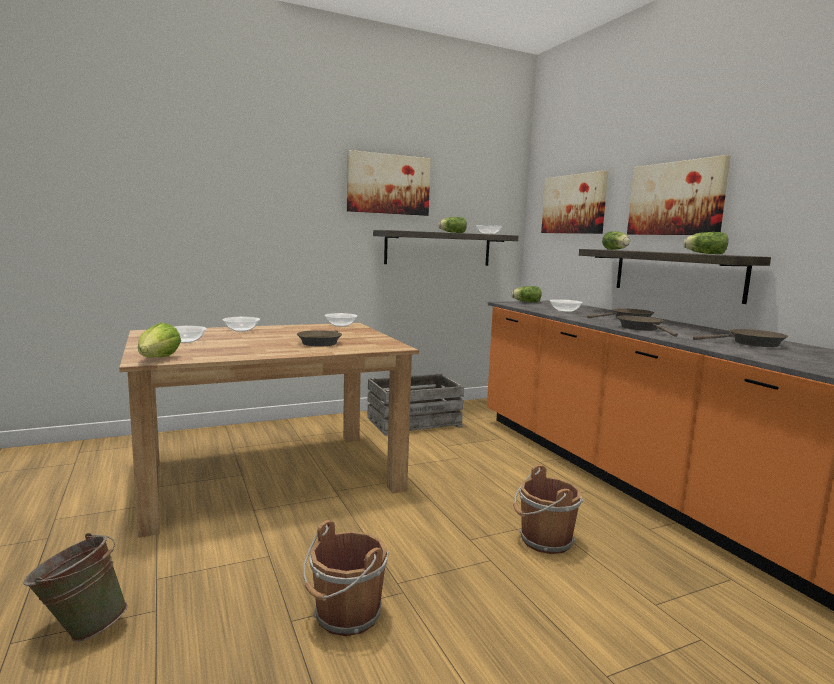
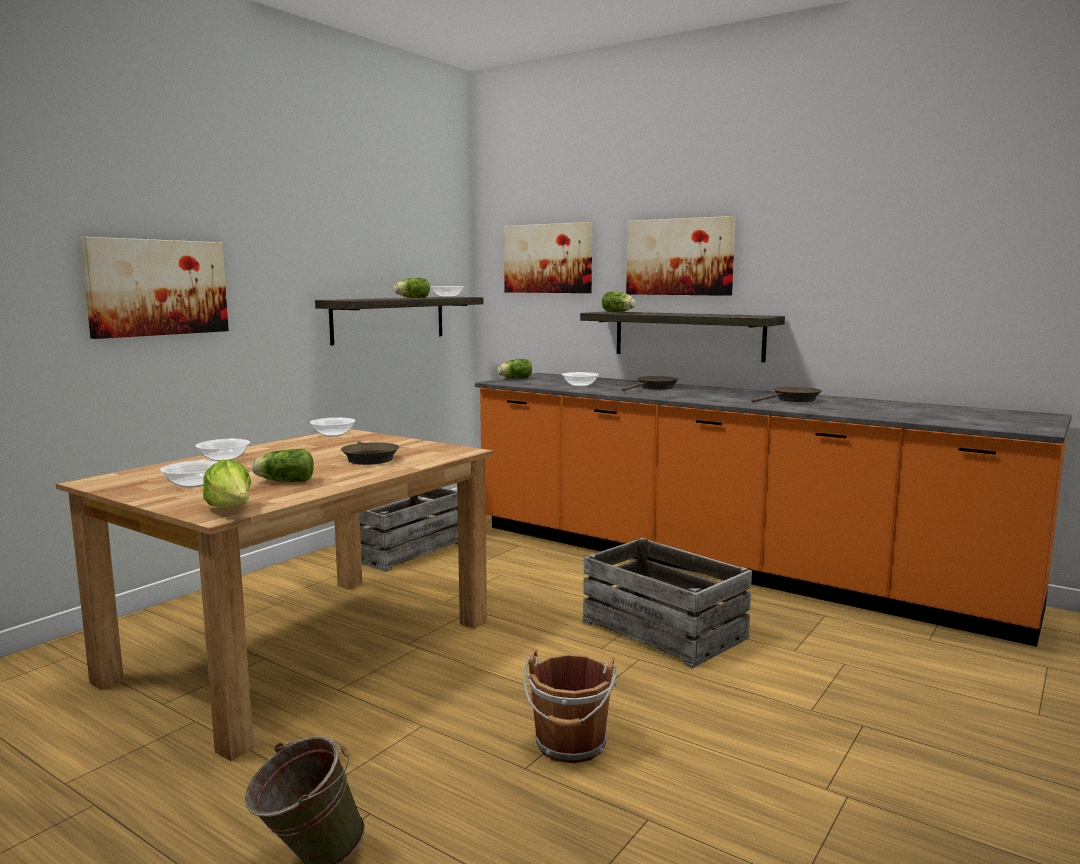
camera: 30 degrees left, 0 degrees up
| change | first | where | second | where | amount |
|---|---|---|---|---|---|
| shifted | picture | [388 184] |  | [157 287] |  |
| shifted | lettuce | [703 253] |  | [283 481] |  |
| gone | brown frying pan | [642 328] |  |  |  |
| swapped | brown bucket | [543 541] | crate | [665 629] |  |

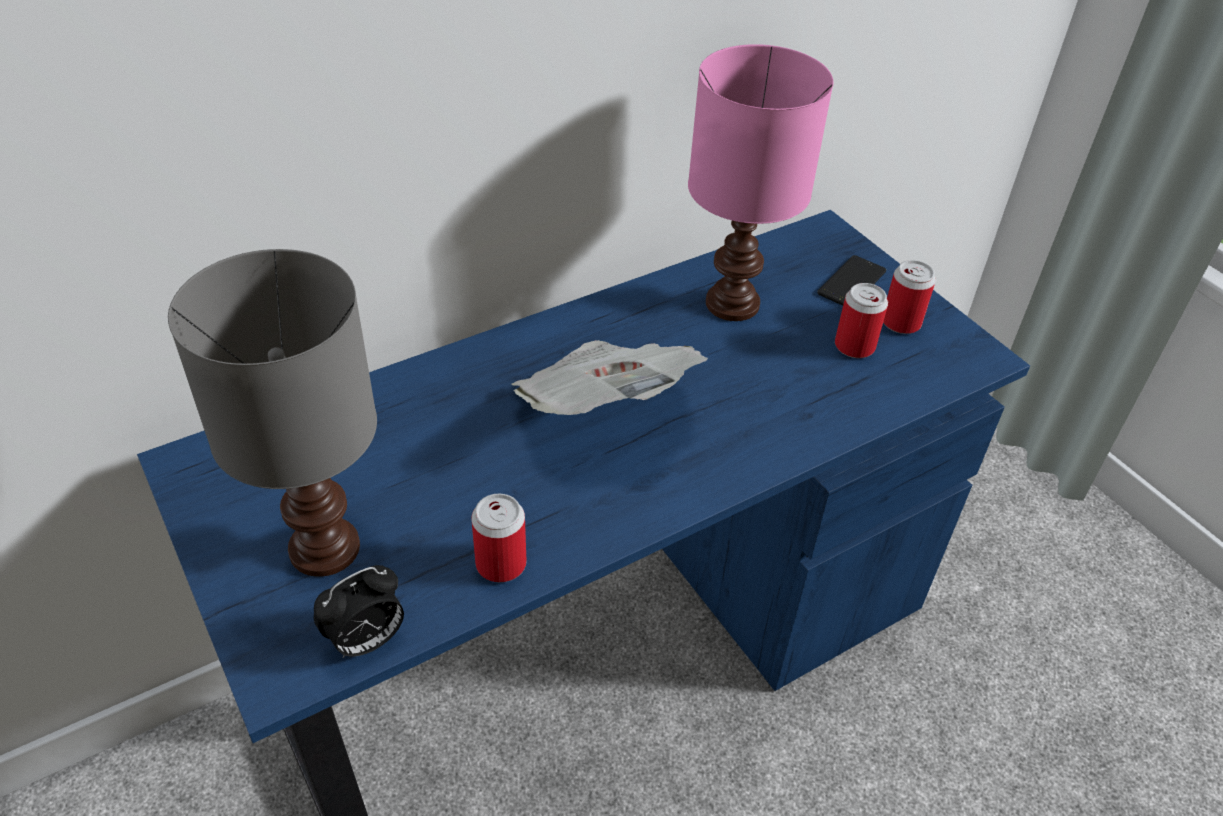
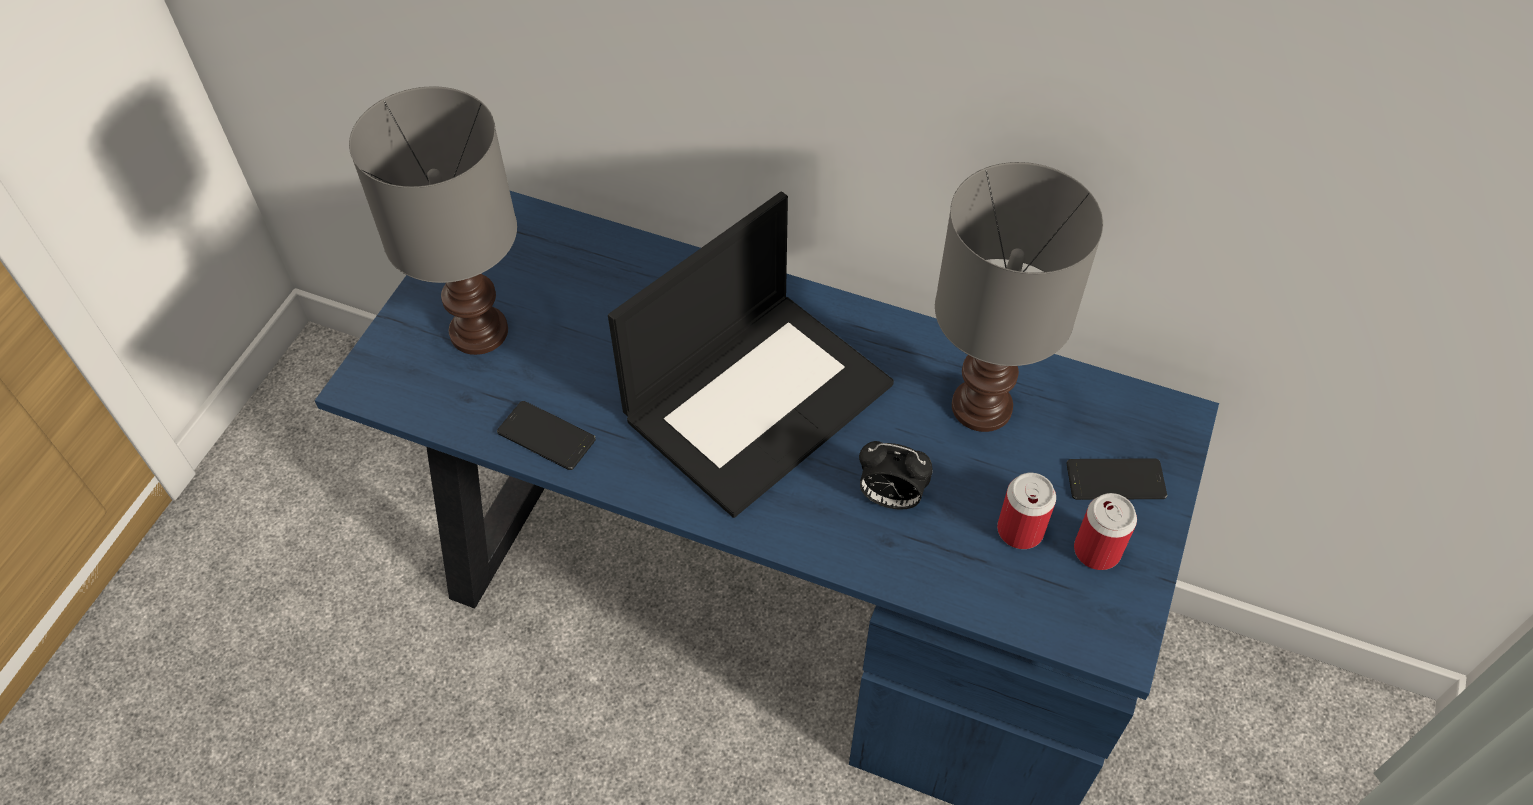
camera: 55 degrees right, 10 degrees up
| change | first | where | second | where | amount |
|---|---|---|---|---|---|
| repainted | pink table lamp | [730 303] | grey table lamp | [981 404] |  |
| swapped | newspaper | [604 409] | laptop | [758 398] |  |
| swapped | can | [501 564] | phone | [546 436] |  |
| shifted | alarm clock | [366 641] |  | [890 497] |  |

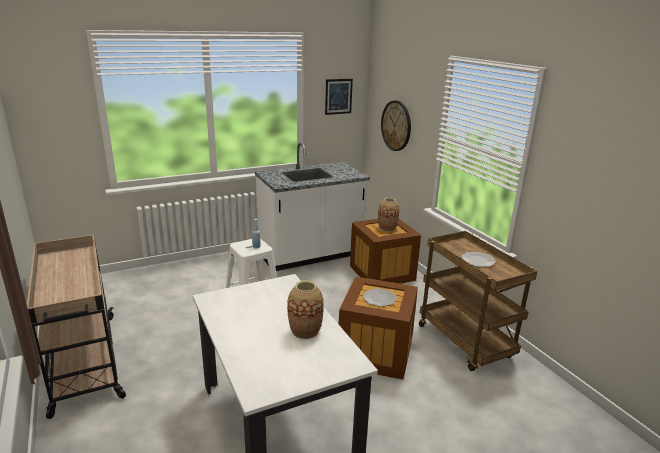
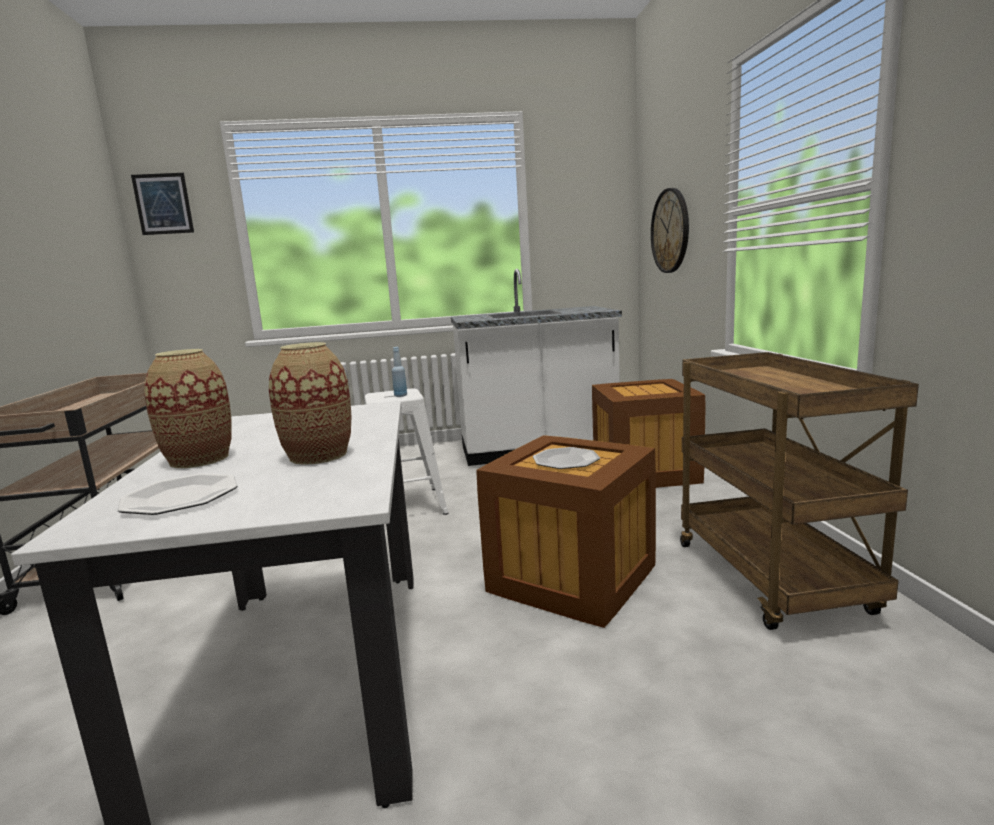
camera: 20 degrees right, 10 degrees down
| change | first | where | second | where | amount |
|---|---|---|---|---|---|
| shifted | picture | [338 96] |  | [163 204] |  |
| shifted | vase | [387 228] |  | [199 459] |  |
| shifted | plate | [478 260] |  | [180 497] |  |

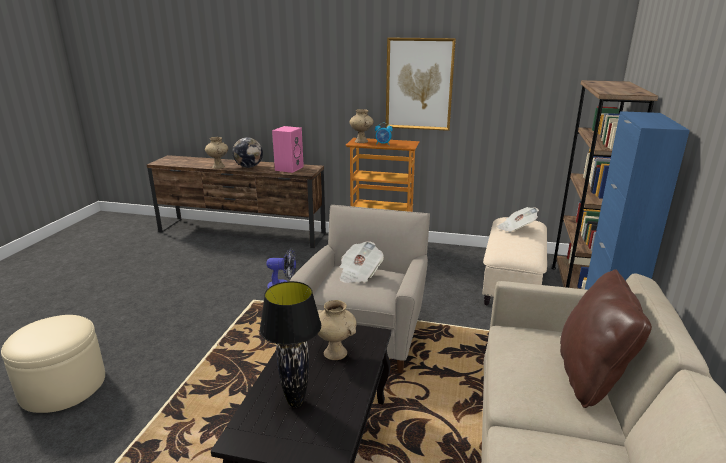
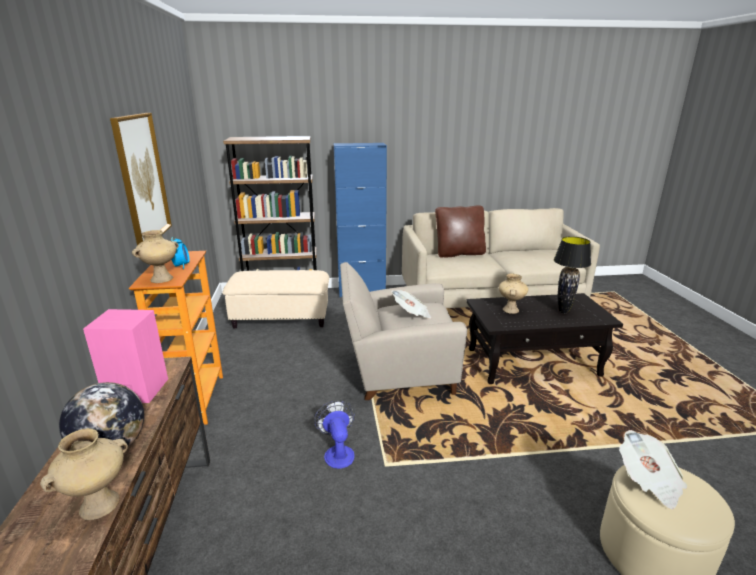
camera: 110 degrees left, 0 degrees up
| change | first | where | second | where | amount |
|---|---|---|---|---|---|
| shifted | newspaper | [516 228] |  | [649 481] |  |

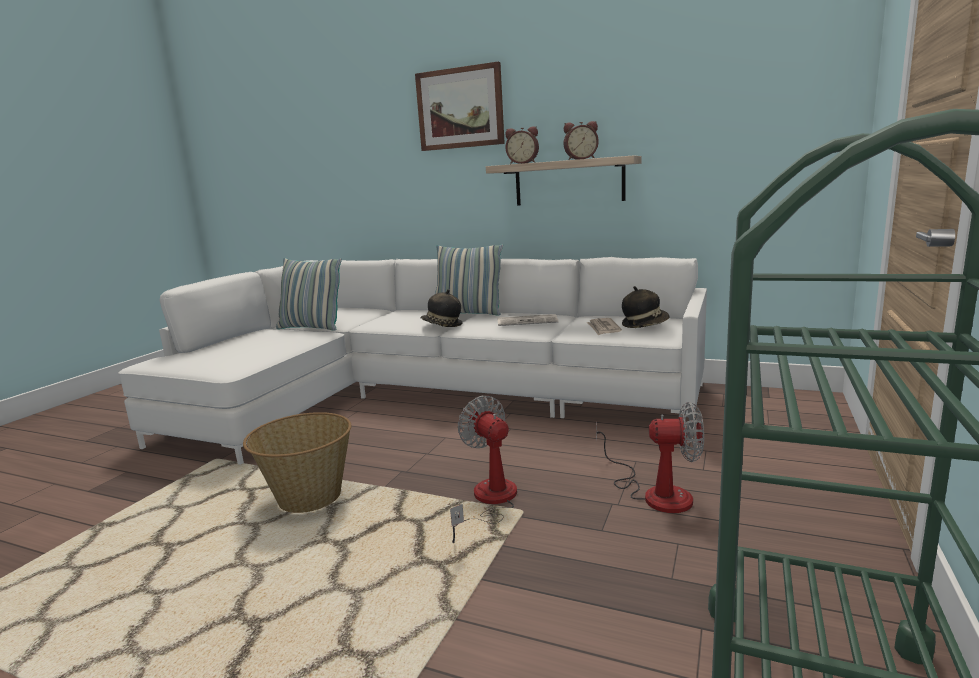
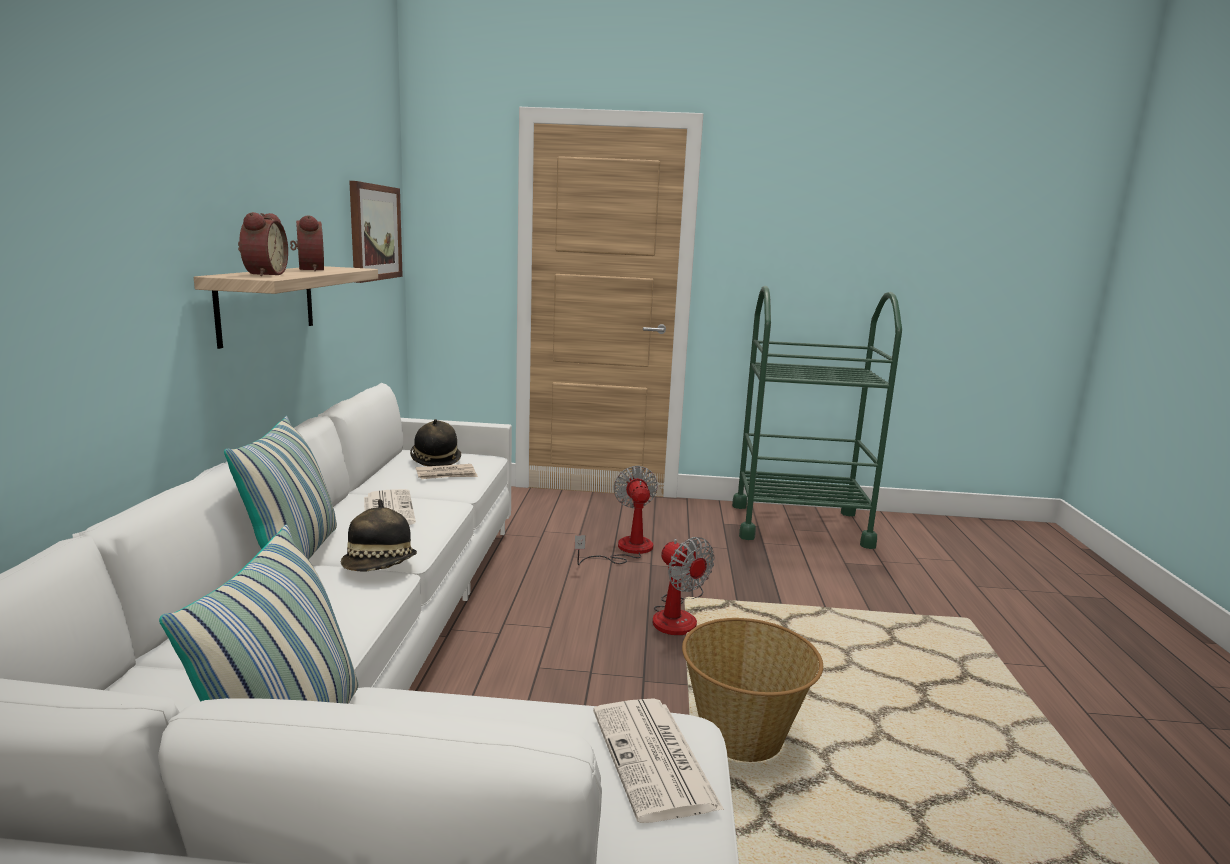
camera: 110 degrees left, 0 degrees up
| change | first | where | second | where | amount |
|---|---|---|---|---|---|
| shifted | picture | [460 108] |  | [375 232] |  |
| rotated | fan | [489 501] |  | [678 615] | 75 degrees counterclockwise |
| new |  |  | newspaper | [655 759] |  |

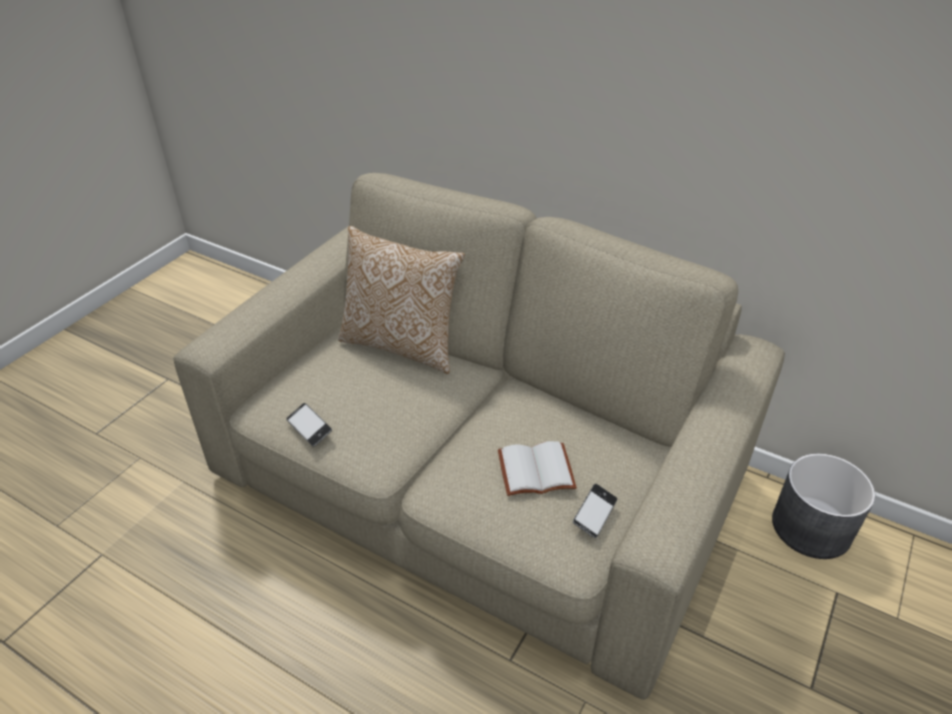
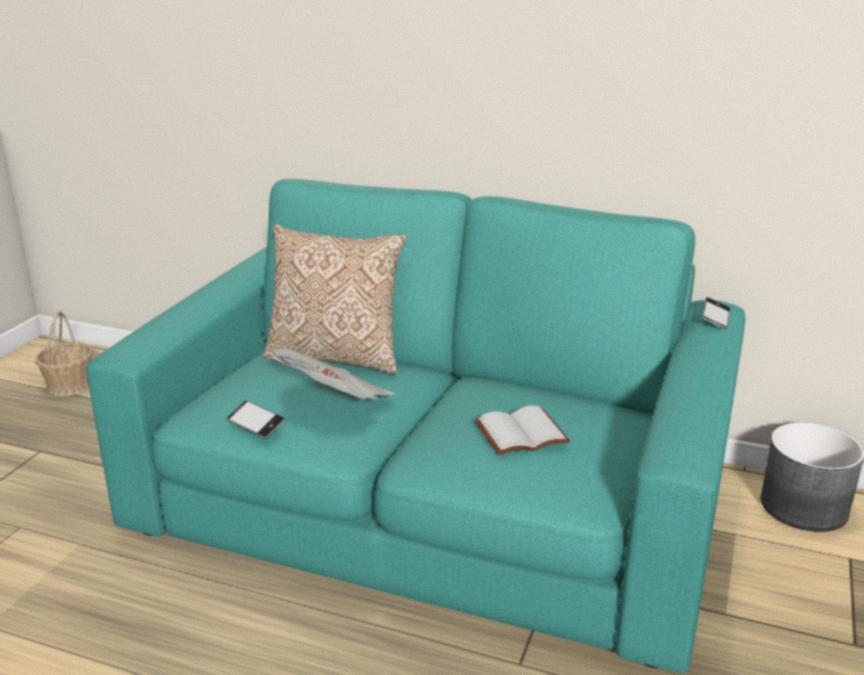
camera: 10 degrees left, 15 degrees down
| change | first | where | second | where | amount |
|---|---|---|---|---|---|
| repainted | beige sofa | [477 478] | turquoise sofa | [433 503] |  |
| shifted | phone | [594 513] |  | [715 318] |  |
| new |  |  | basket | [70 385] |  |
| new |  |  | newspaper | [335 403] |  |

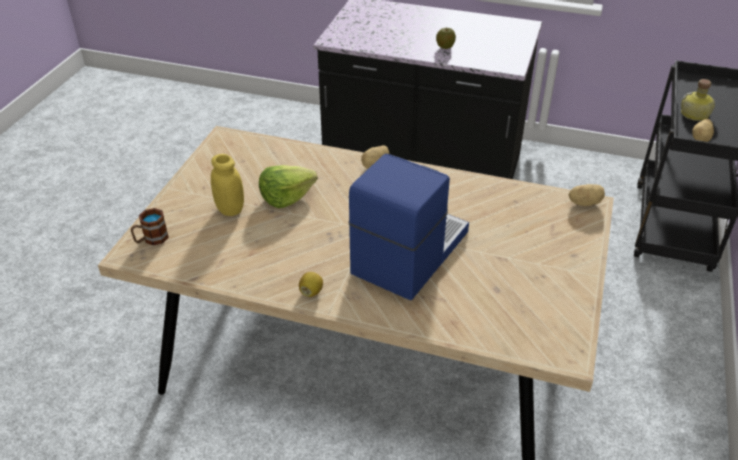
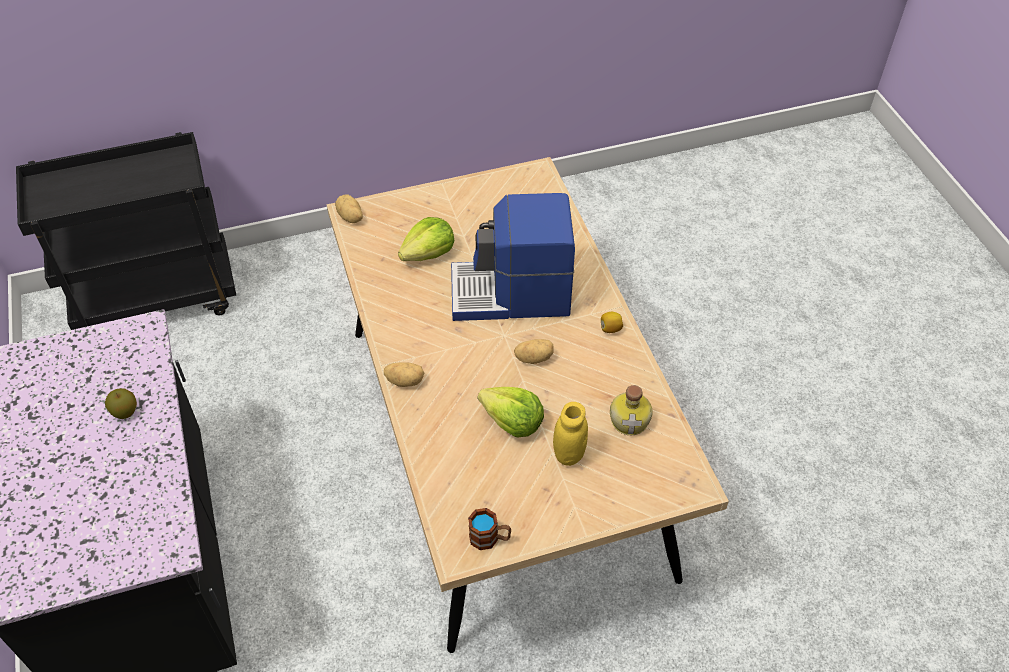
camera: 125 degrees left, 10 degrees up
| change | first | where | second | where | amount |
|---|---|---|---|---|---|
| shifted | bottle | [694 115] |  | [630 420] |  |
| shifted | potato | [701 139] |  | [534 357] |  |
| shifted | mug | [151 239] |  | [490 538] |  |
| new |  |  | lettuce | [429 253] |  |

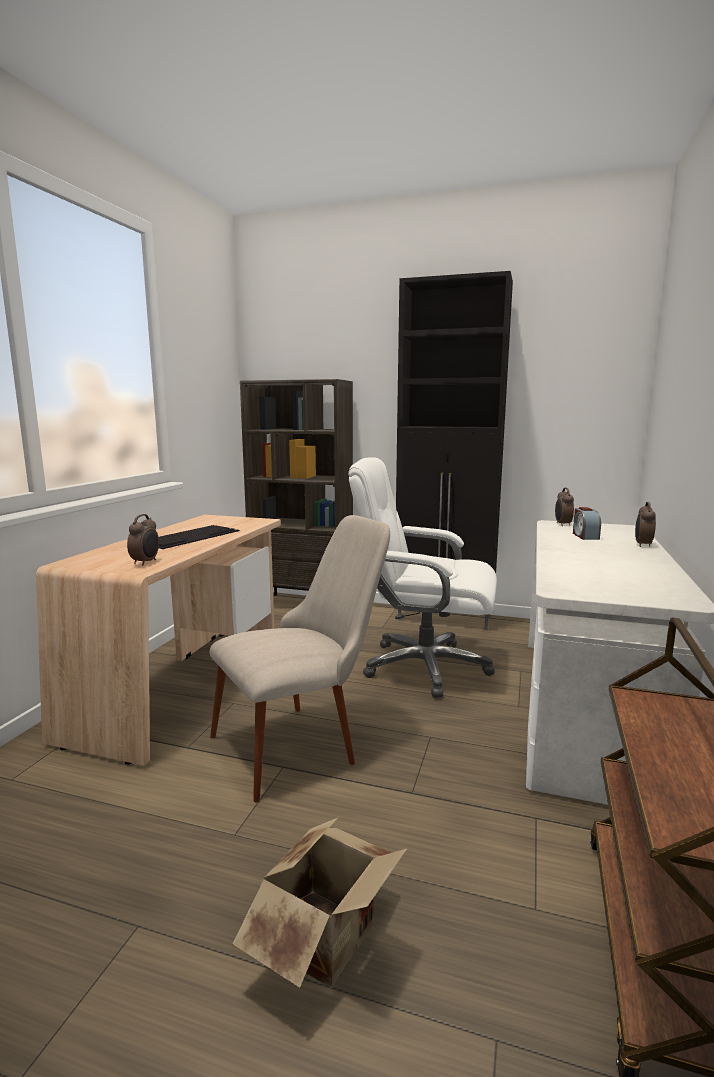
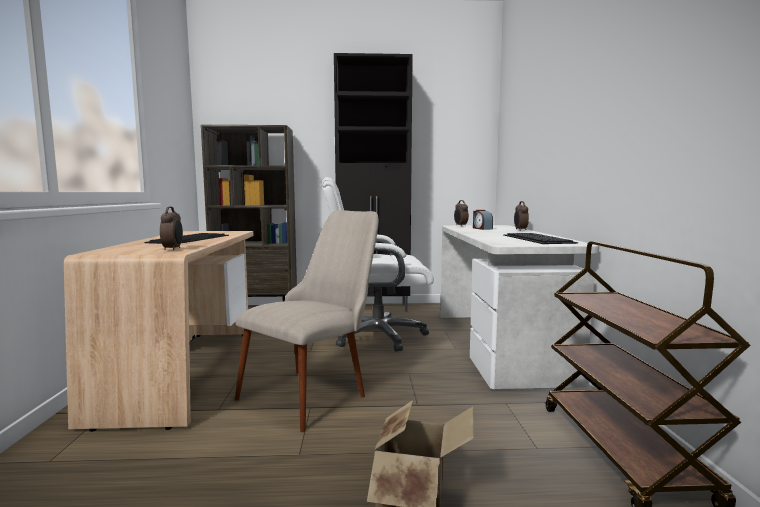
camera: 20 degrees left, 5 degrees down
| change | first | where | second | where | amount |
|---|---|---|---|---|---|
| new |  |  | keyboard | [538 239] |  |

